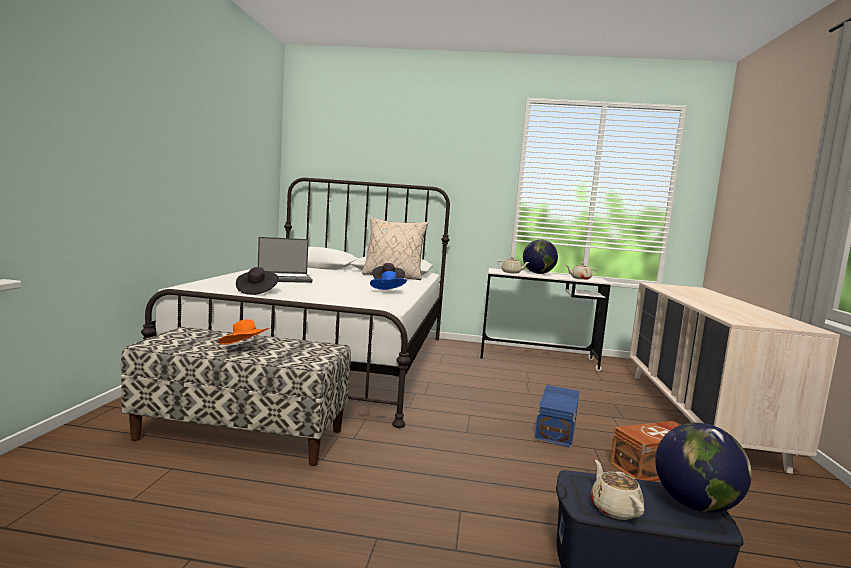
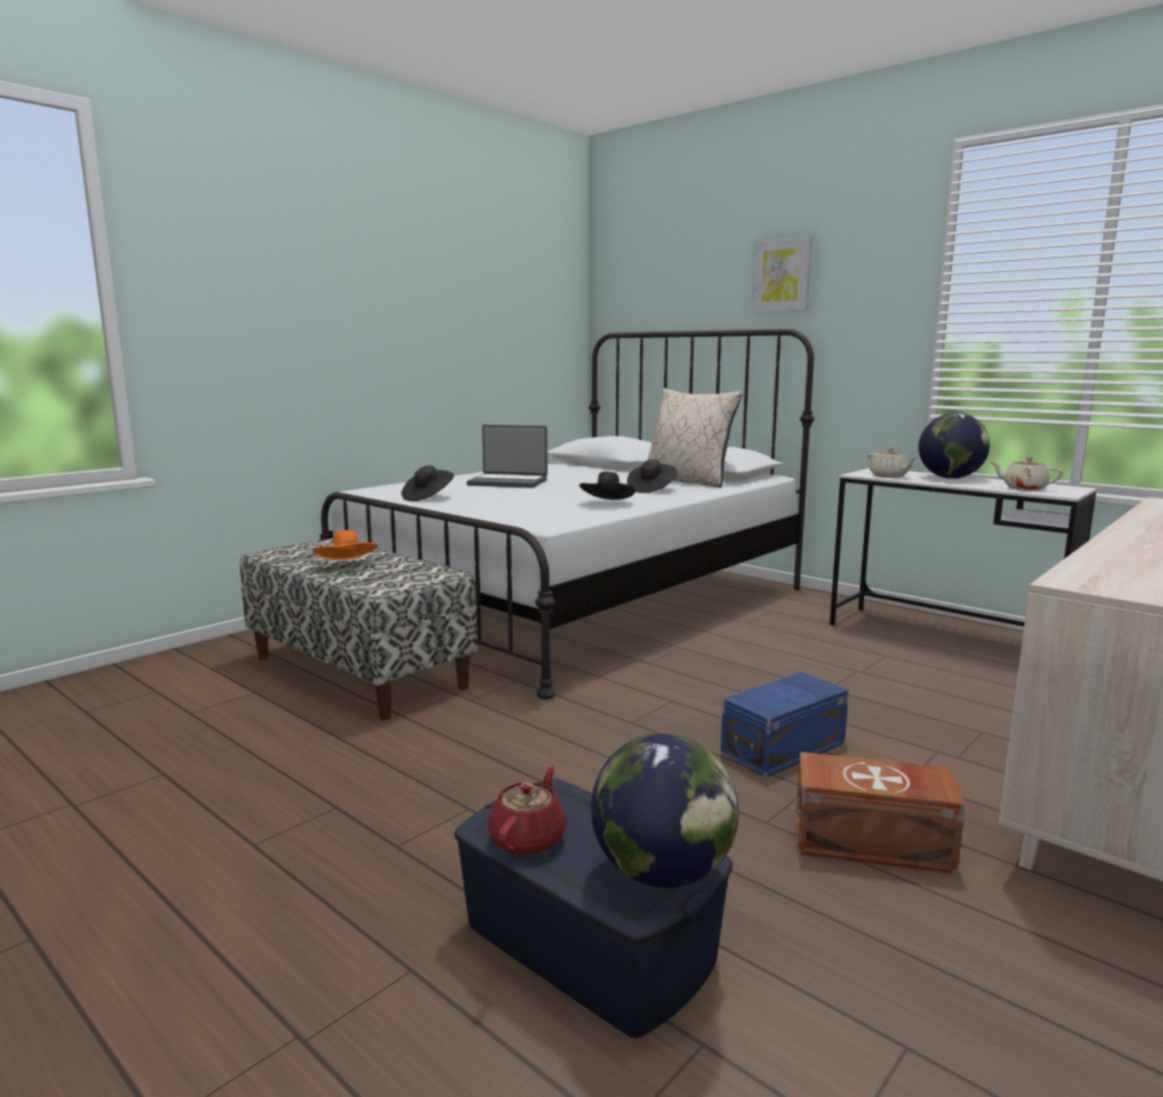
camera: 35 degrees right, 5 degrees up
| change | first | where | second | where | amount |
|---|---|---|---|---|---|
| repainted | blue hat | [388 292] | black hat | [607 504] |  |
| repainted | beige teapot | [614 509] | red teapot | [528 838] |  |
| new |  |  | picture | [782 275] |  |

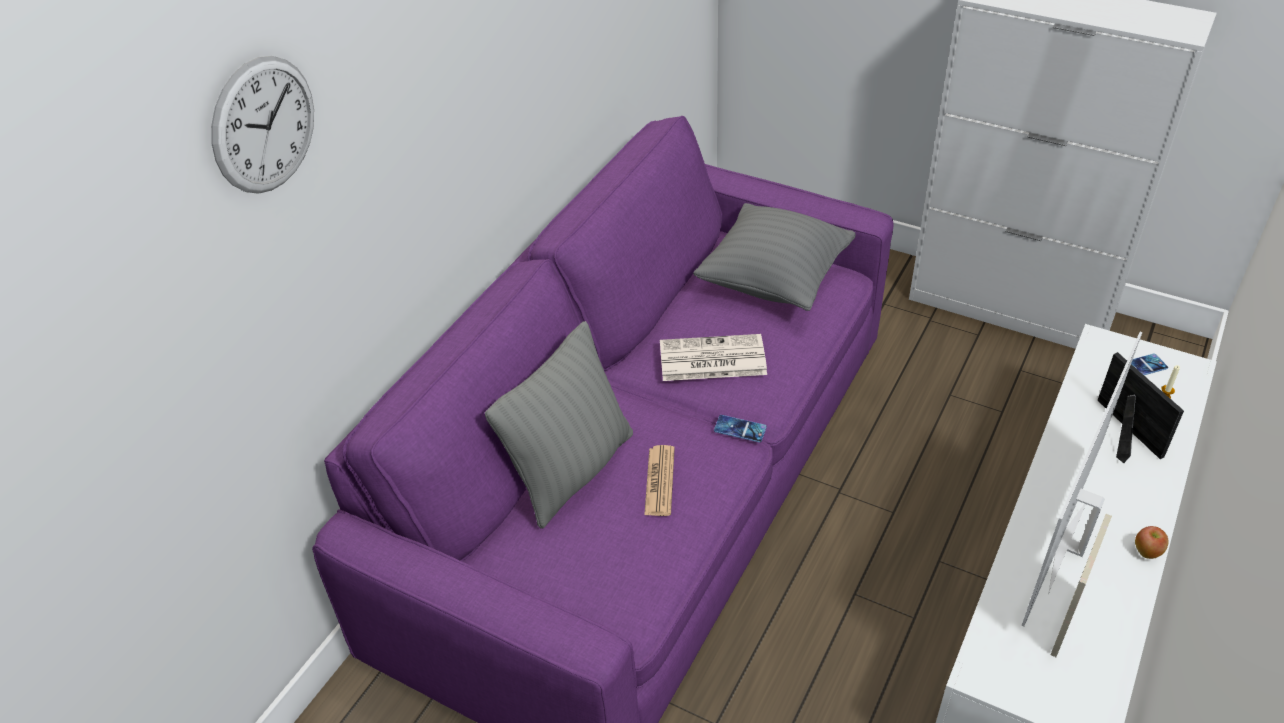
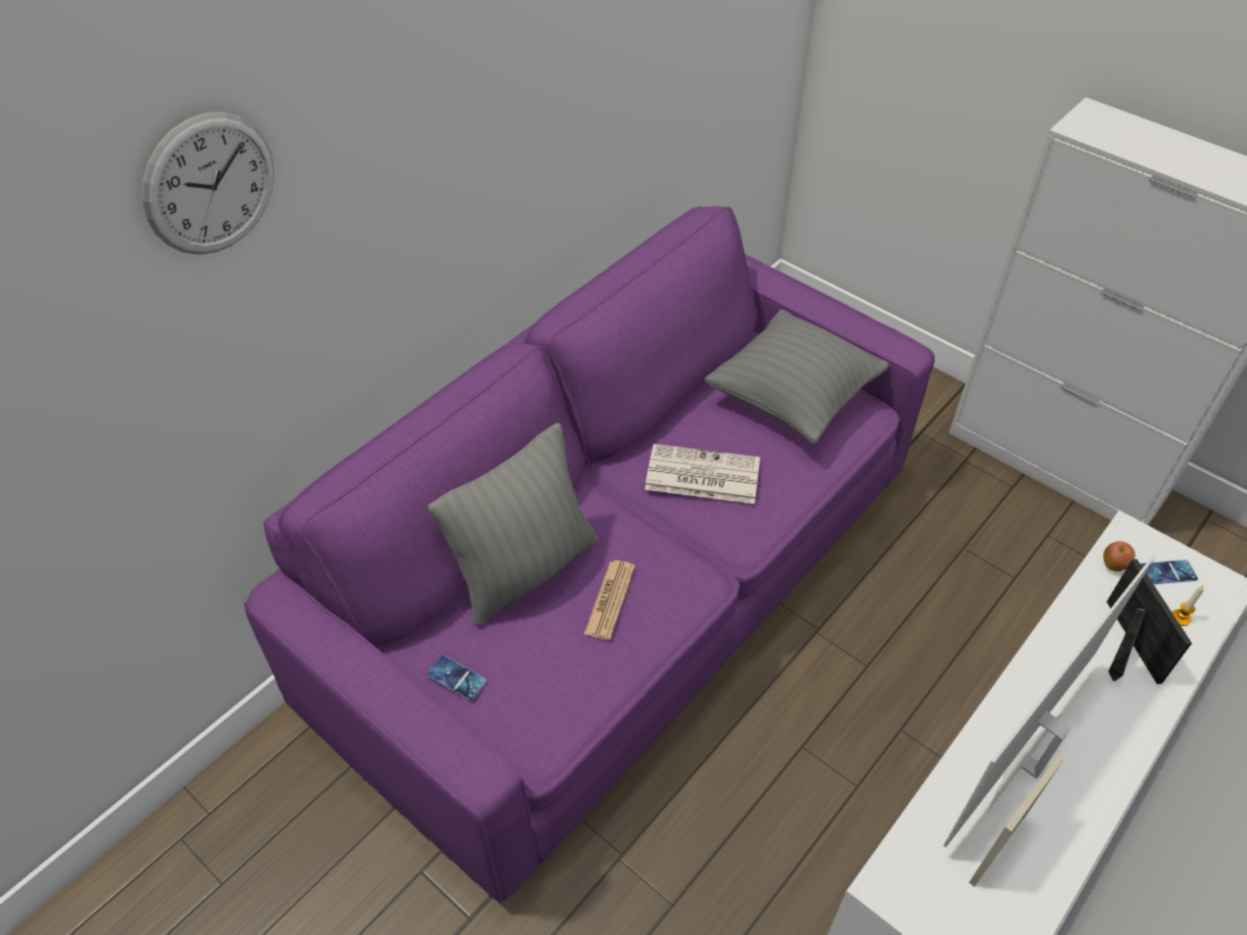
camera: 10 degrees right, 5 degrees up
| change | first | where | second | where | amount |
|---|---|---|---|---|---|
| shifted | phone | [740 429] |  | [456 678] |  |
| shifted | apple | [1147 552] |  | [1114 565] |  |

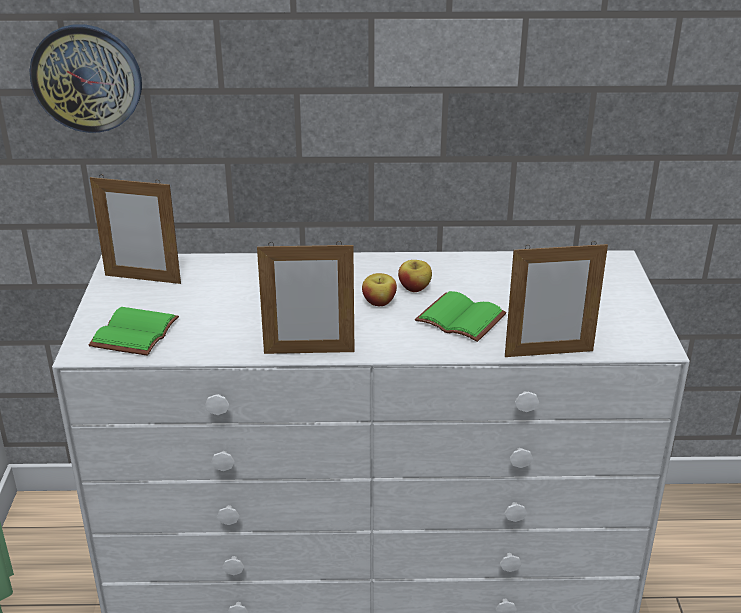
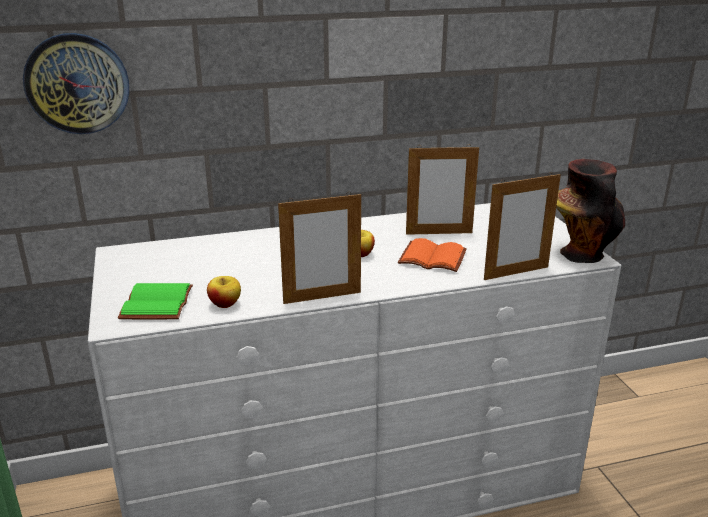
camera: 15 degrees left, 5 degrees down
| change | first | where | second | where | amount |
|---|---|---|---|---|---|
| shifted | picture frame | [142 279] |  | [439 233] |  |
| shifted | apple | [414 288] |  | [225 303] |  |
| repainted | green book | [462 318] | orange book | [434 257] |  |
| new |  |  | vase | [579 253] |  |

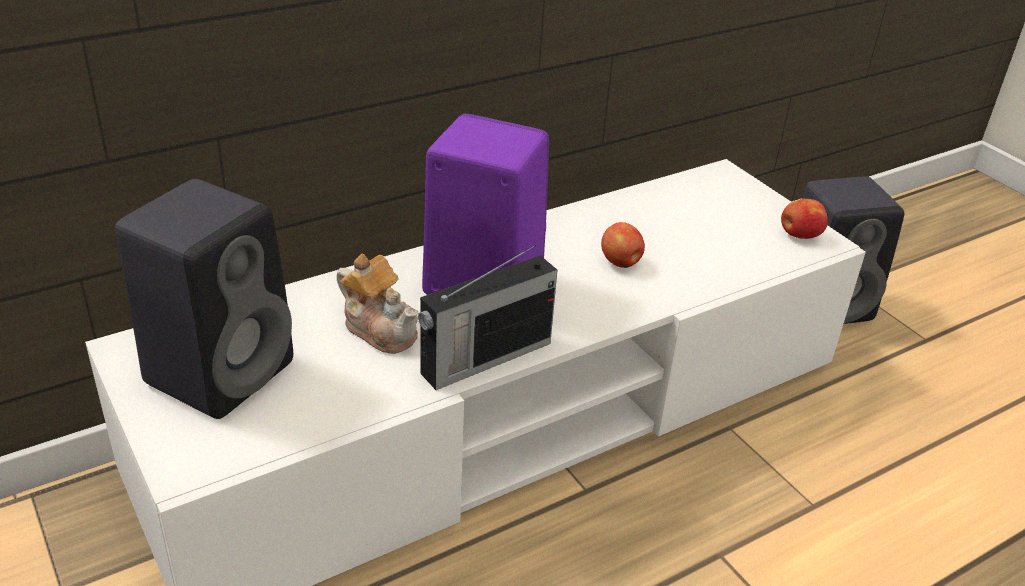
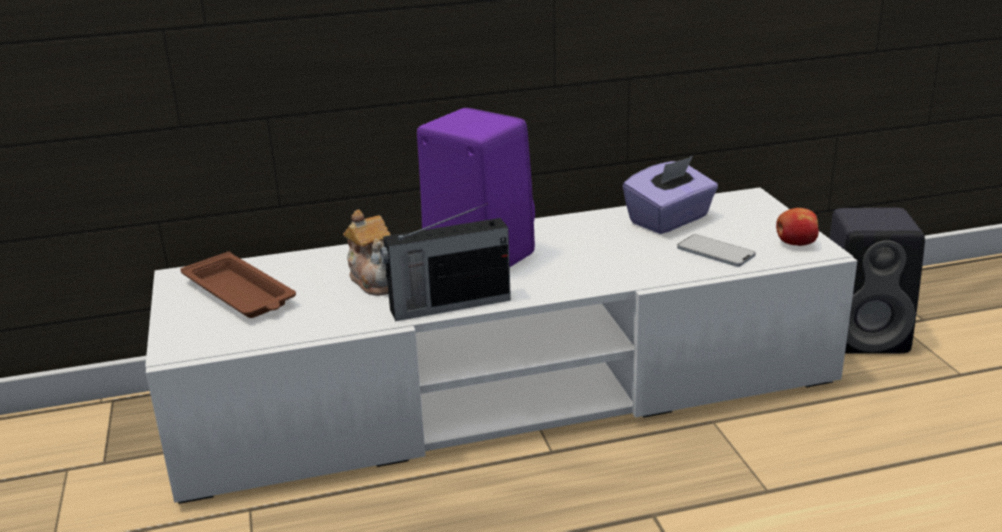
camera: 20 degrees right, 10 degrees down
| change | first | where | second | where | amount |
|---|---|---|---|---|---|
| swapped | black speaker | [222 369] | brown tray | [240 294] |  |
| gone | apple | [621 262] |  |  |  |
| new |  |  | purple tissue box | [669 220] |  |
| new |  |  | phone | [715 252] |  |

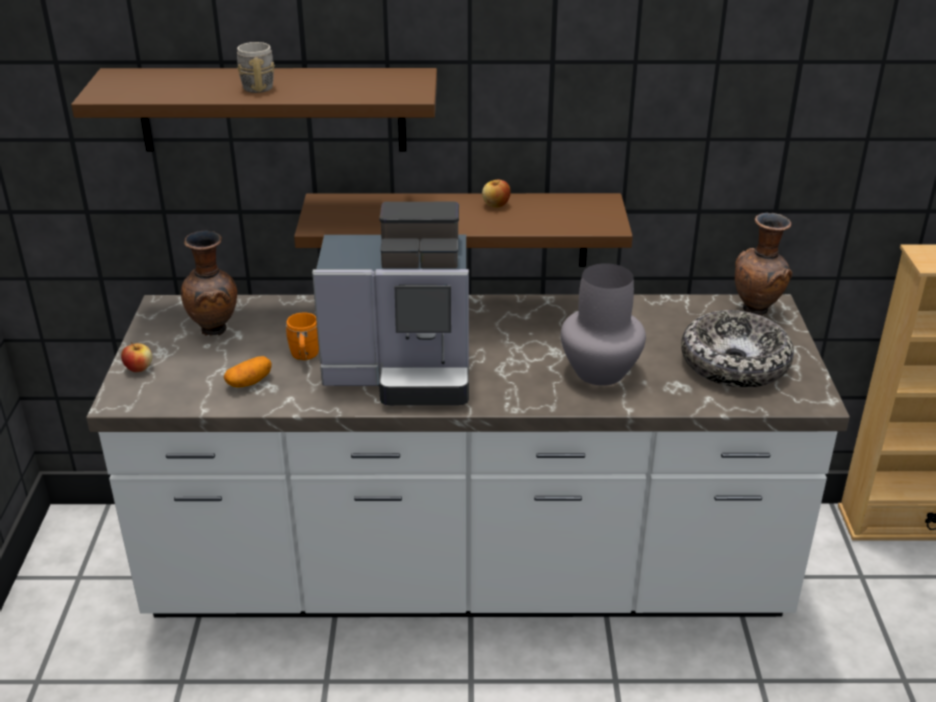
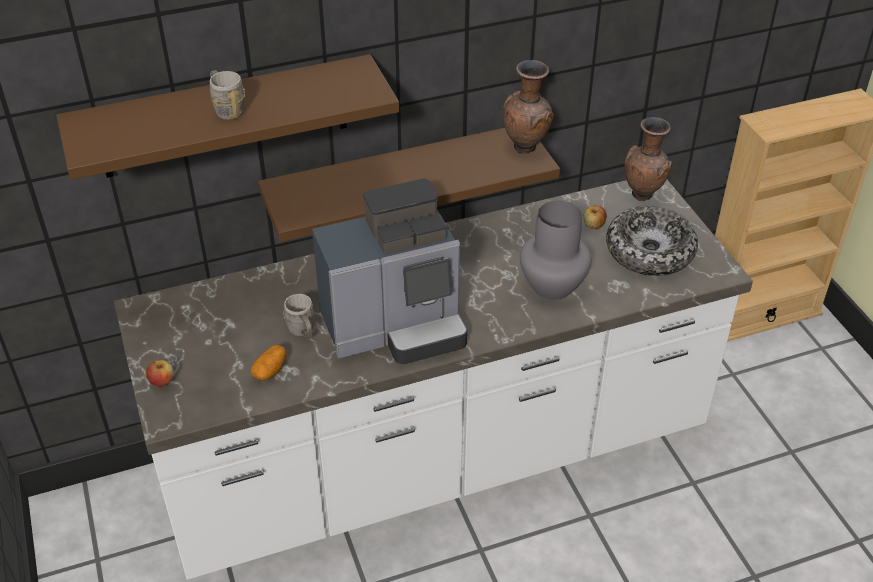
camera: 20 degrees left, 10 degrees up
| change | first | where | second | where | amount |
|---|---|---|---|---|---|
| shifted | apple | [496 205] |  | [593 225] |  |
| shifted | brown vase | [215 331] |  | [526 148] |  |
| repainted | orange mug | [305 357] | grey mug | [303 332] |  |

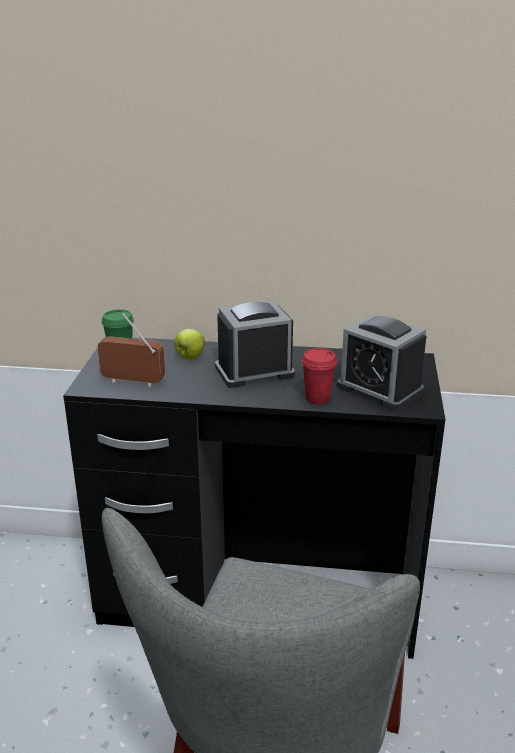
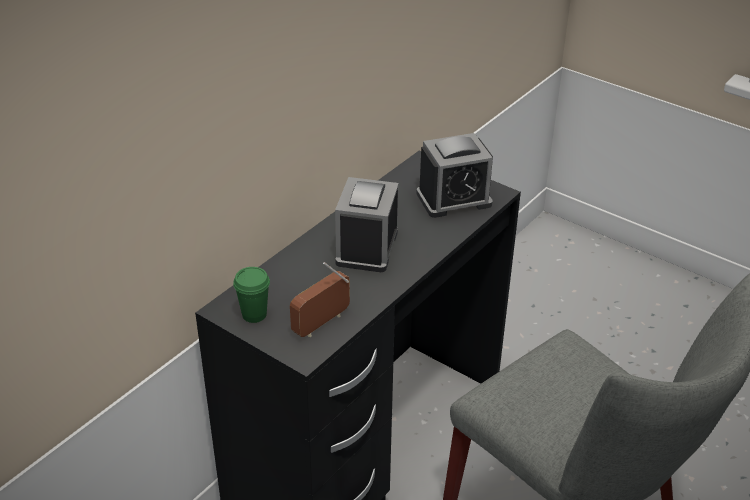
camera: 60 degrees left, 10 degrees up
| change | first | where | second | where | amount |
|---|---|---|---|---|---|
| gone | apple | [189 357] |  |  |  |
| gone | red cup | [317 398] |  |  |  |

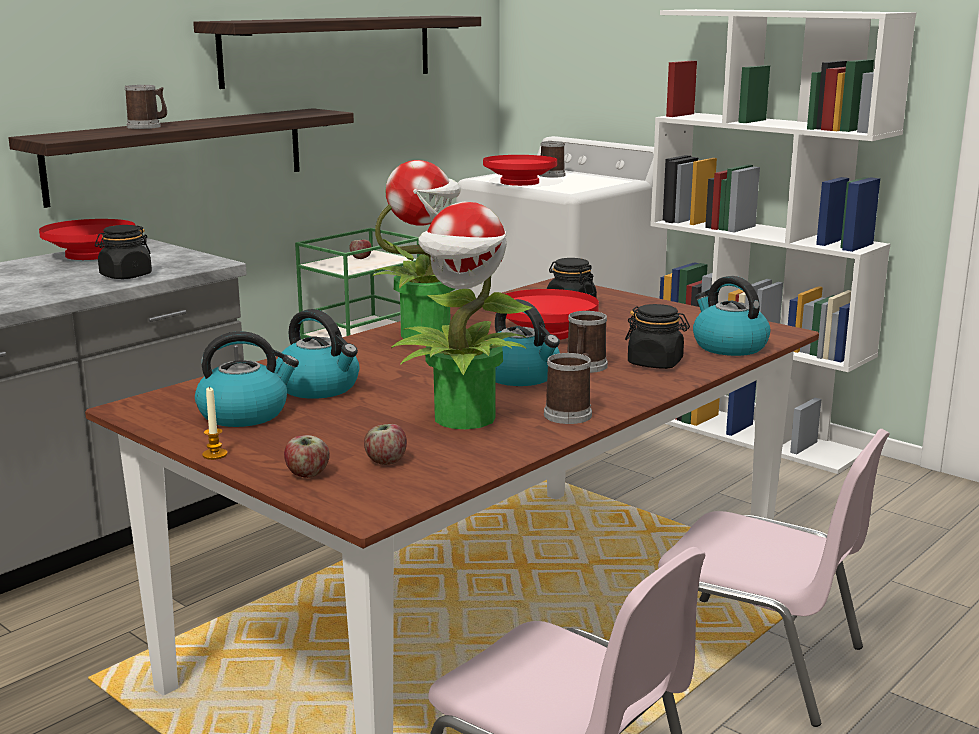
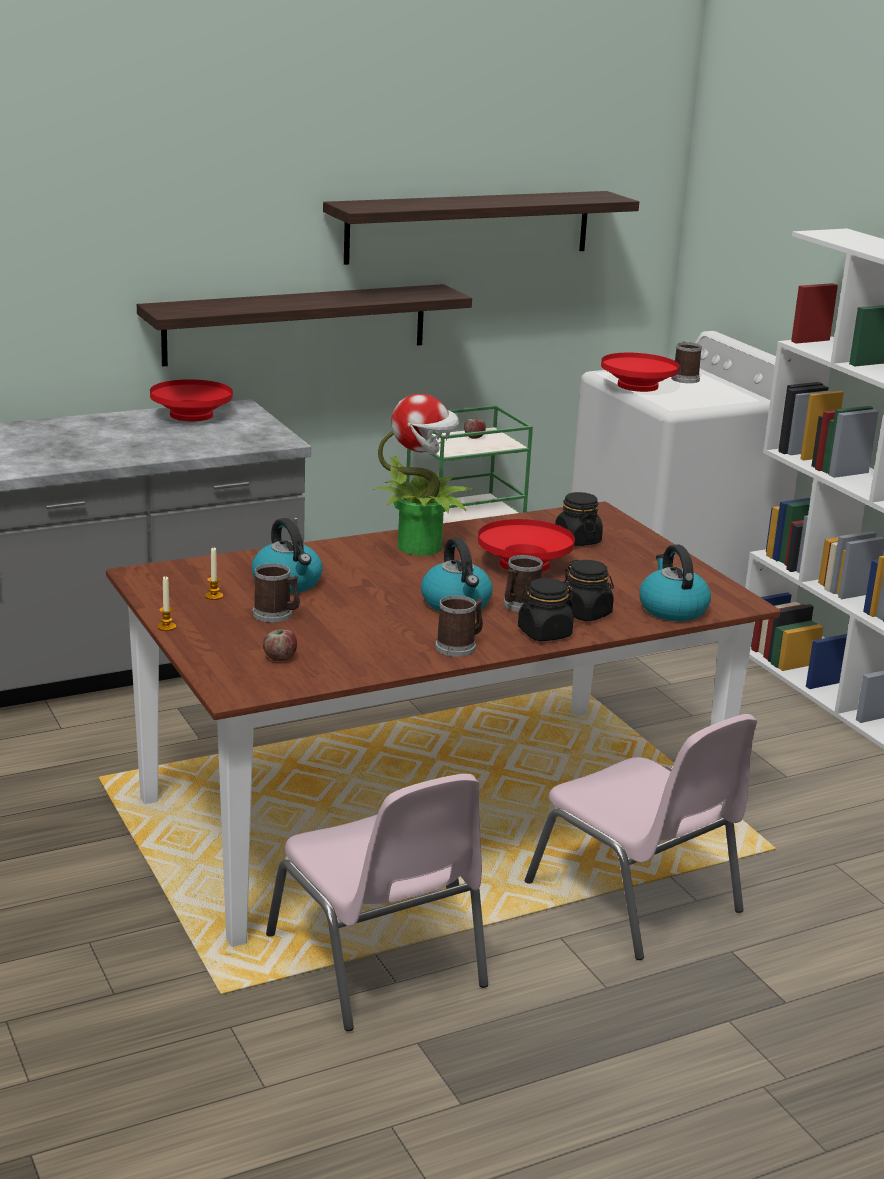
camera: 20 degrees right, 5 degrees up
| change | first | where | second | where | amount |
|---|---|---|---|---|---|
| shifted | mug | [147 127] |  | [276 615] |  |
| gone | potted plant | [464 419] |  |  |  |
| shifted | black jar | [125 276] |  | [544 633] |  |
| swapped | kettle | [245 414] | candle | [214 596] |  |
| gone | apple | [307 474] |  |  |  |

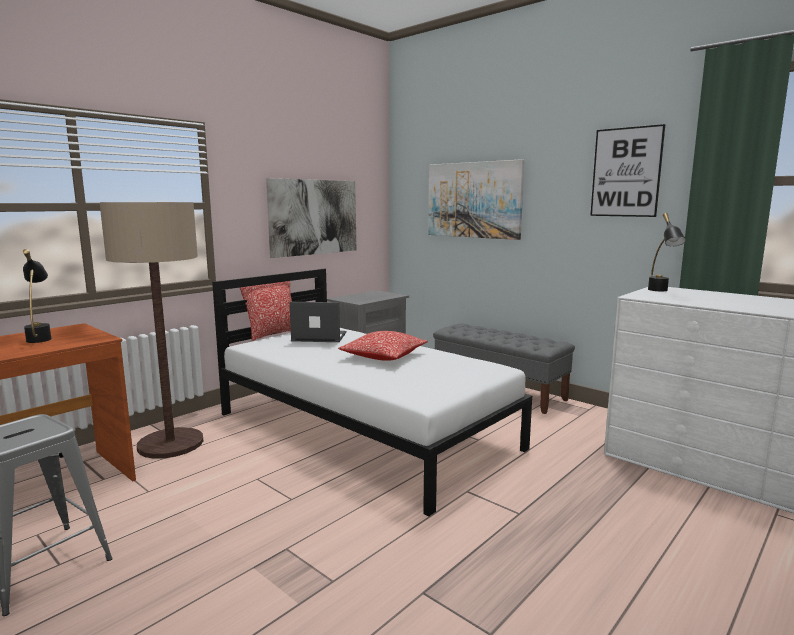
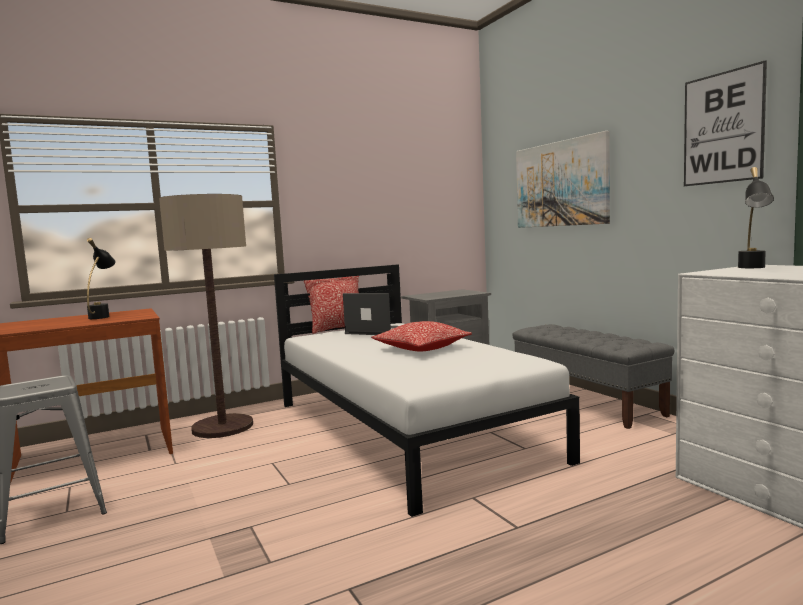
camera: 20 degrees right, 5 degrees down
| change | first | where | second | where | amount |
|---|---|---|---|---|---|
| gone | picture | [314 217] |  |  |  |

